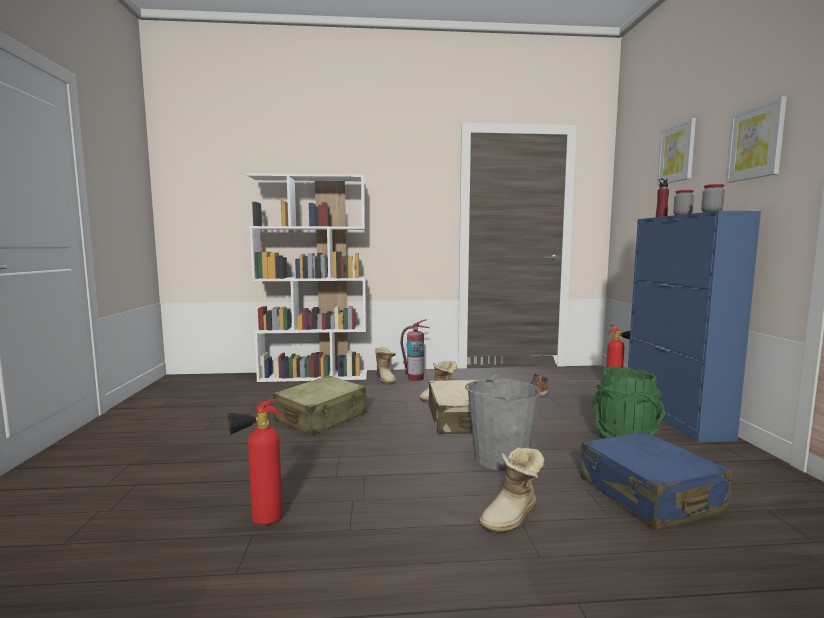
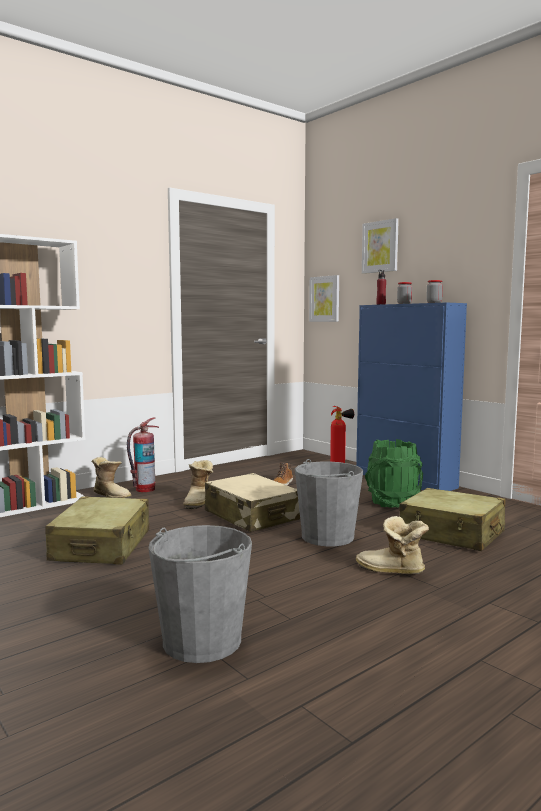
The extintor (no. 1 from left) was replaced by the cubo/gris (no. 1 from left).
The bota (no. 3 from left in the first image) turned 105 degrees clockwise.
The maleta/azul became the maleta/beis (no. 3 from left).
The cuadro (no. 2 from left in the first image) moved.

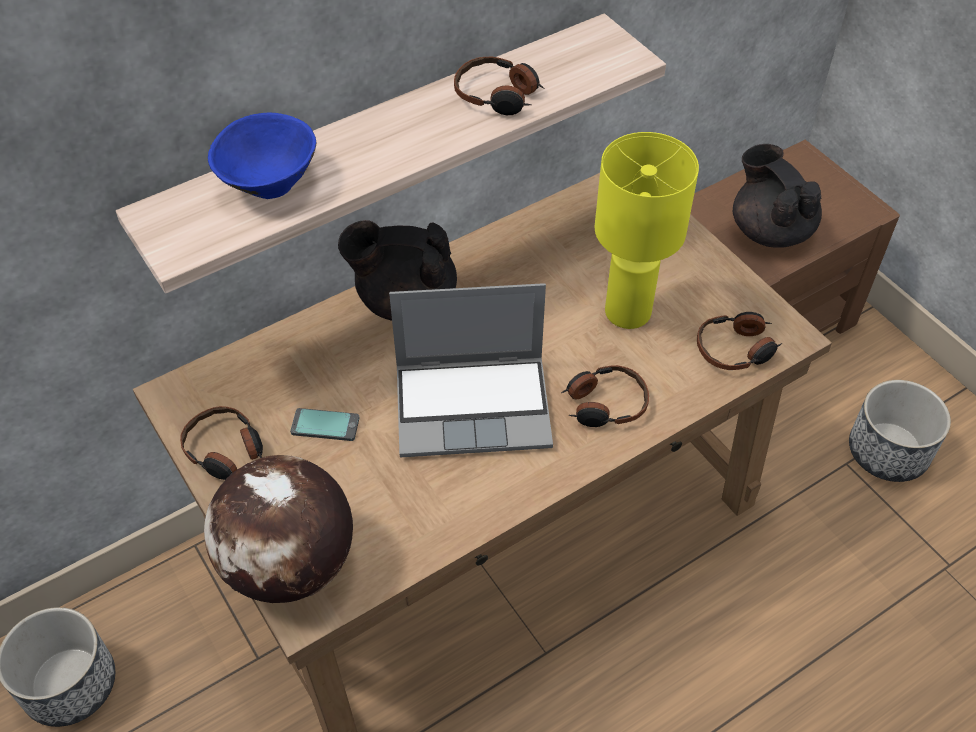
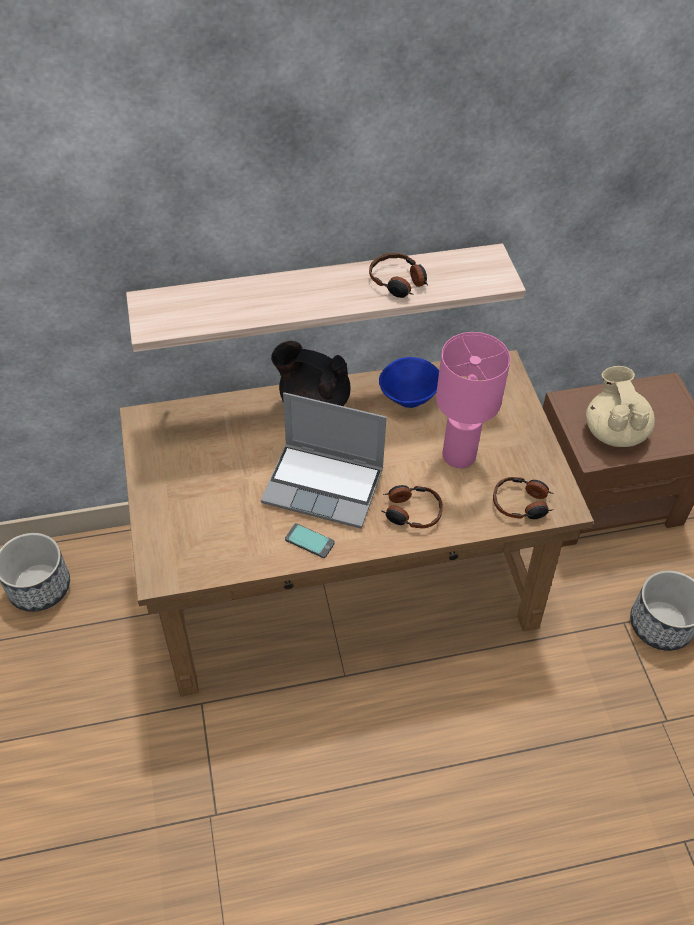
The auriculares (no. 1 from left) disappeared.
The globo terráqueo disappeared.
The cuenco/azul moved.
The móvil moved.
The lámpara de mesa/amarillo became the lámpara de mesa/rosa.
The tetera/negro (no. 2 from left) became the tetera/beis.

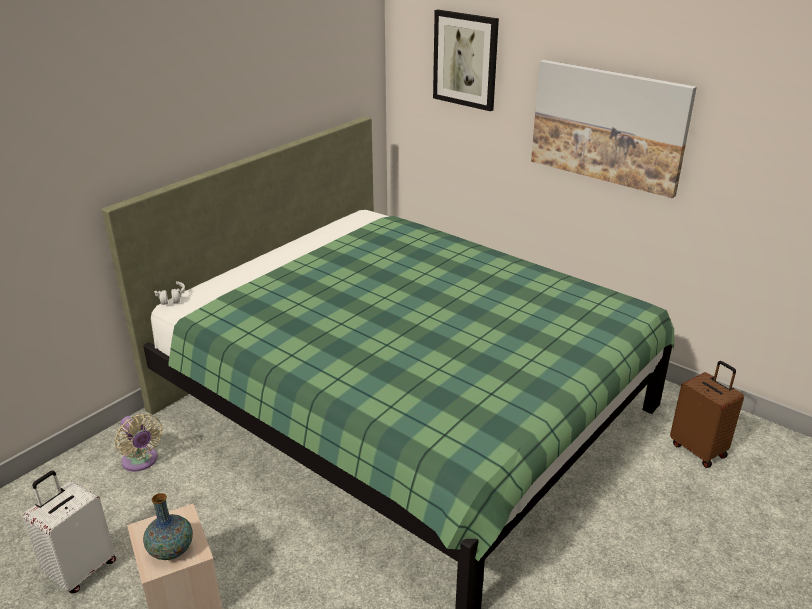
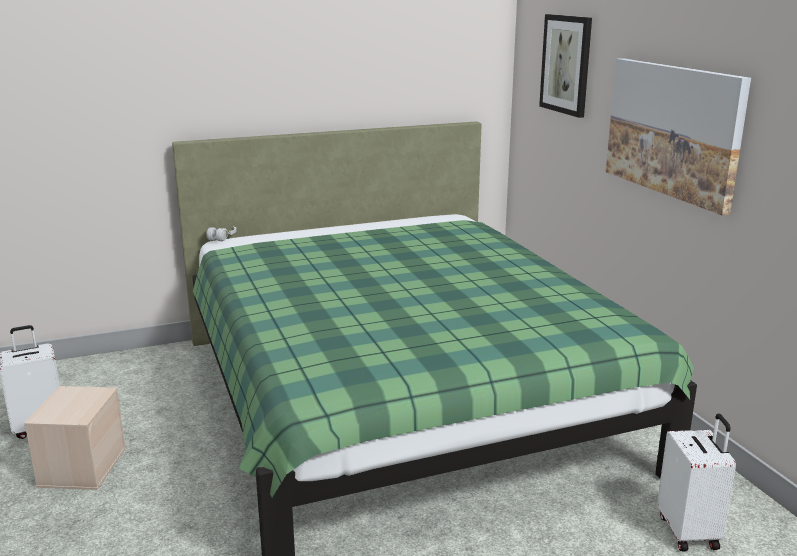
The ventilador/beis disappeared.
The florero disappeared.
The maleta/marrón became the maleta/blanco (no. 2 from left).

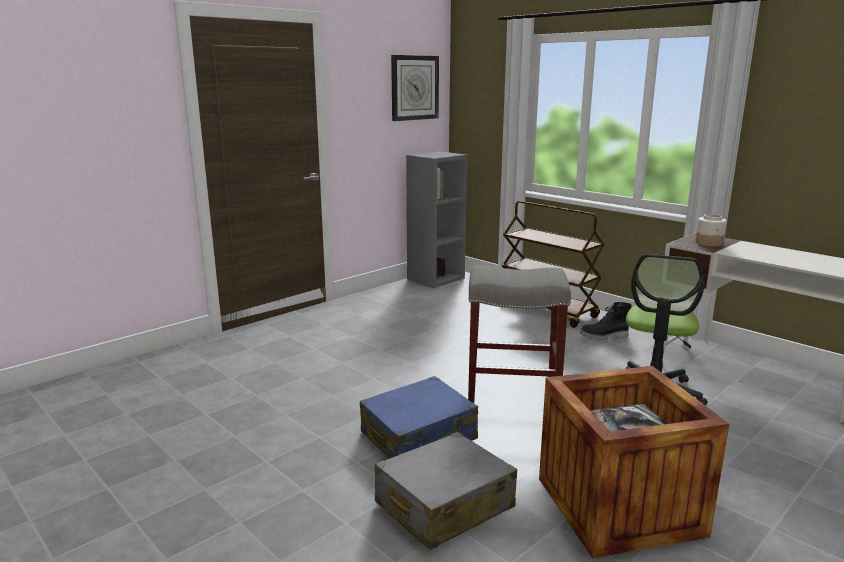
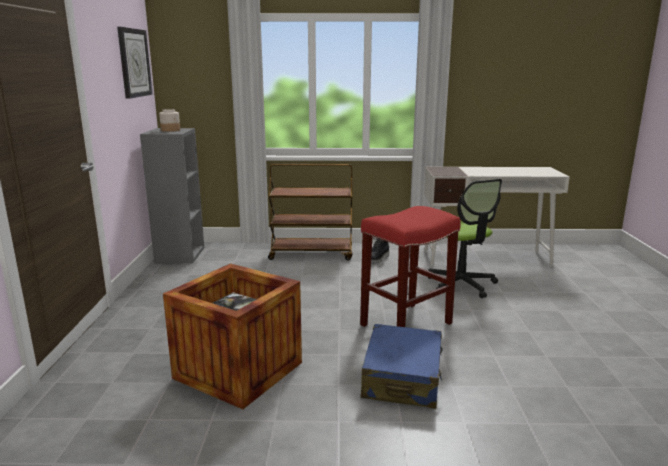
The maleta/gris disappeared.
The taburete/gris became the taburete/rojo.
The caja de embalaje moved.
The tarro moved.

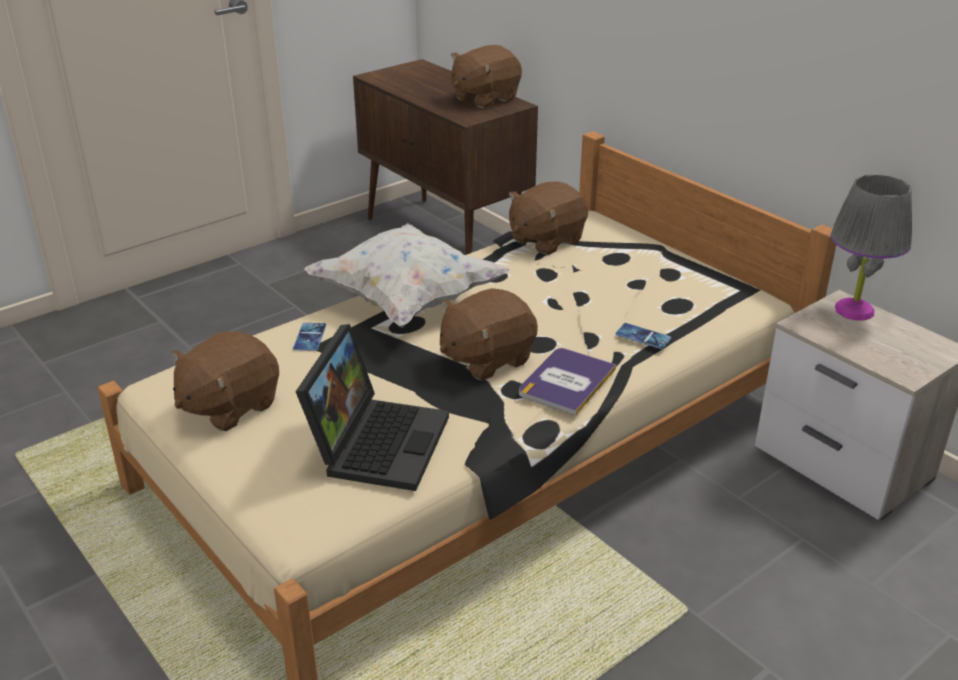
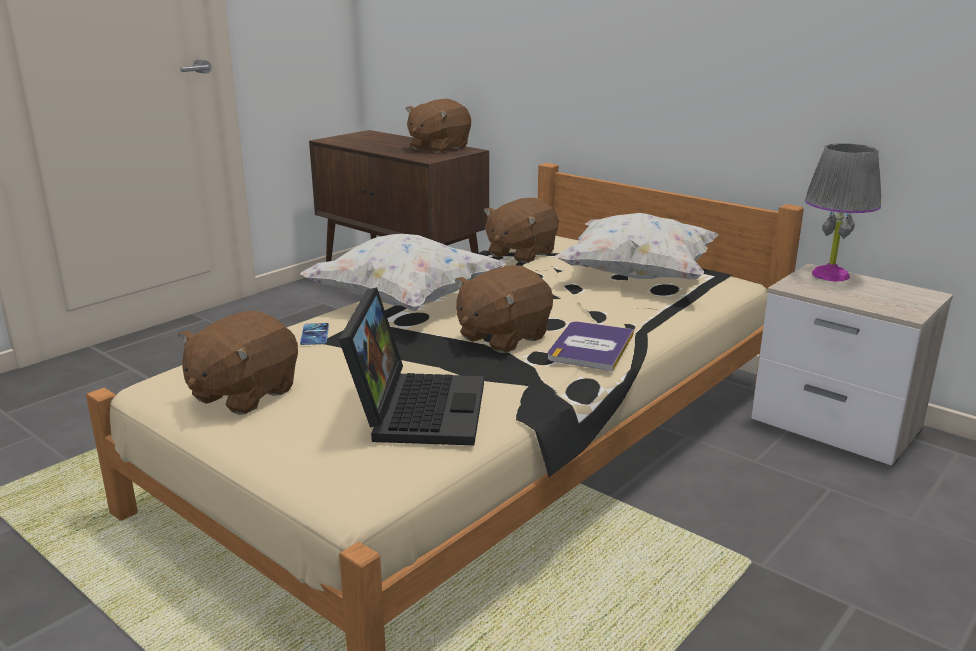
The móvil (no. 2 from left) disappeared.
The cojín/blanco (no. 2 from left) appeared.

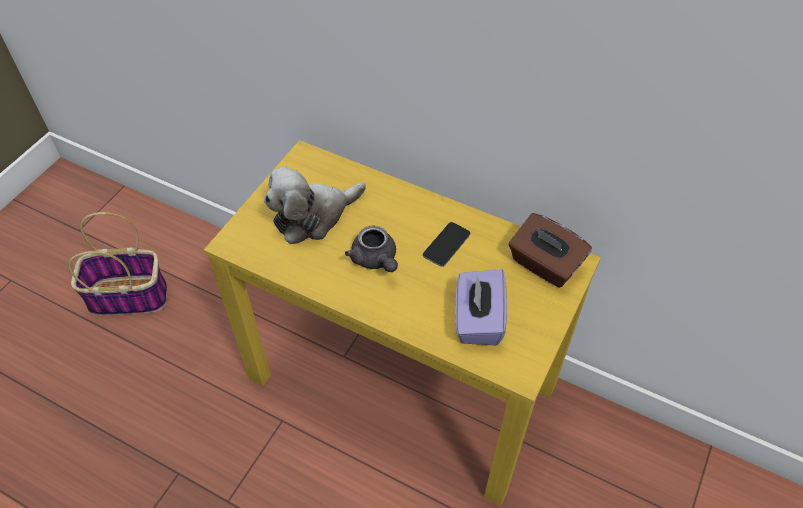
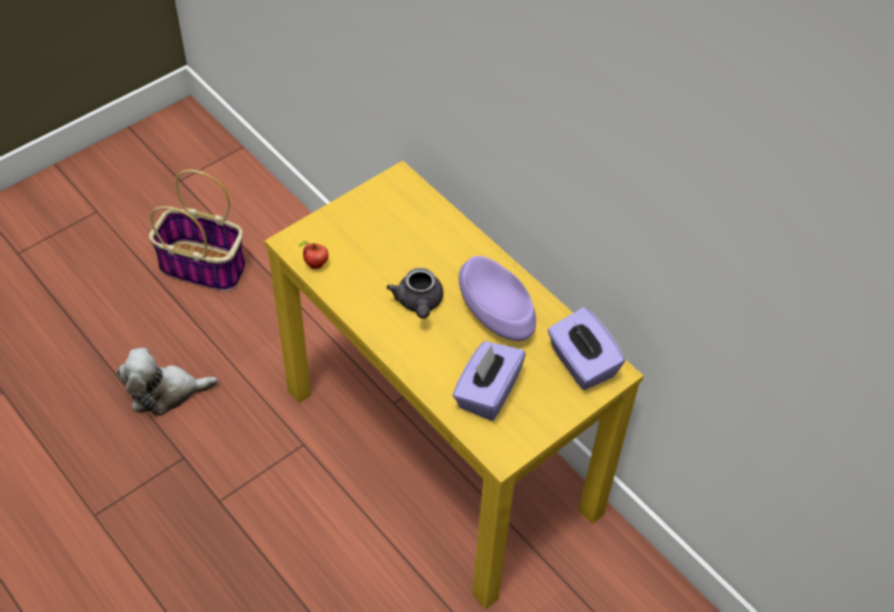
The peluche moved.
The móvil was replaced by the cuenco/morado.
The caja de pañuelos/marrón became the caja de pañuelos/morado (no. 2 from left).
The manzana appeared.

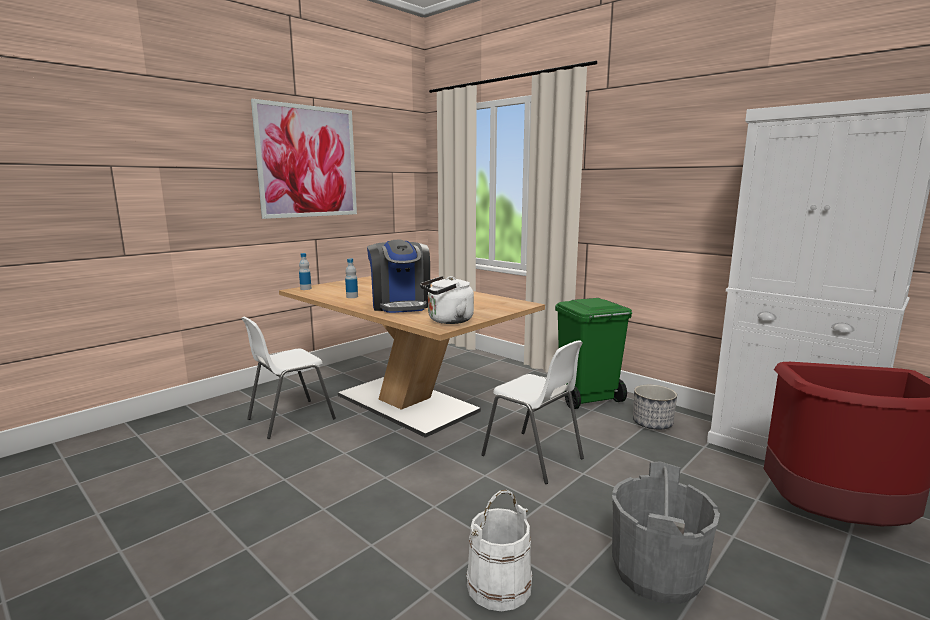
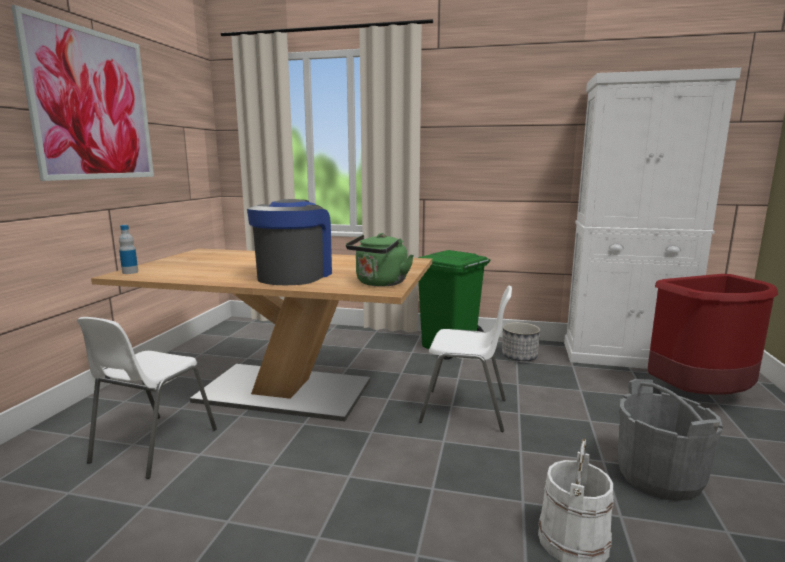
The botella (no. 2 from left) disappeared.
The cafetera turned 120 degrees counterclockwise.
The hervidor/blanco became the hervidor/verde.

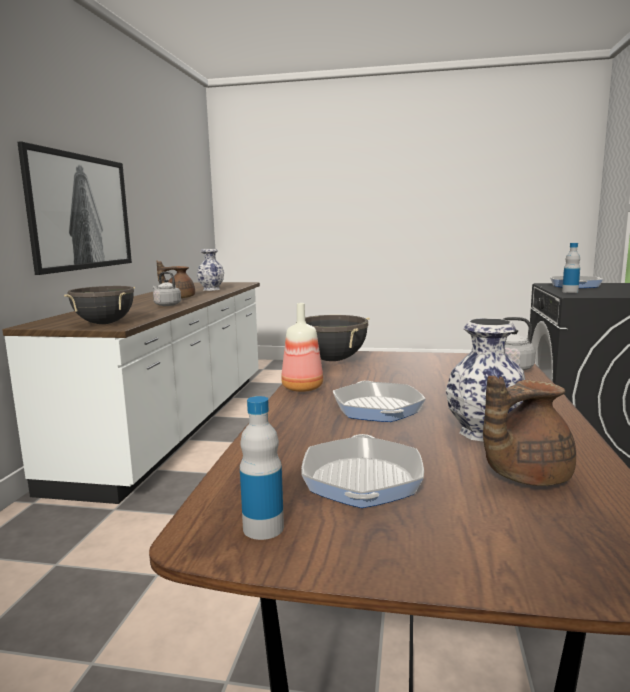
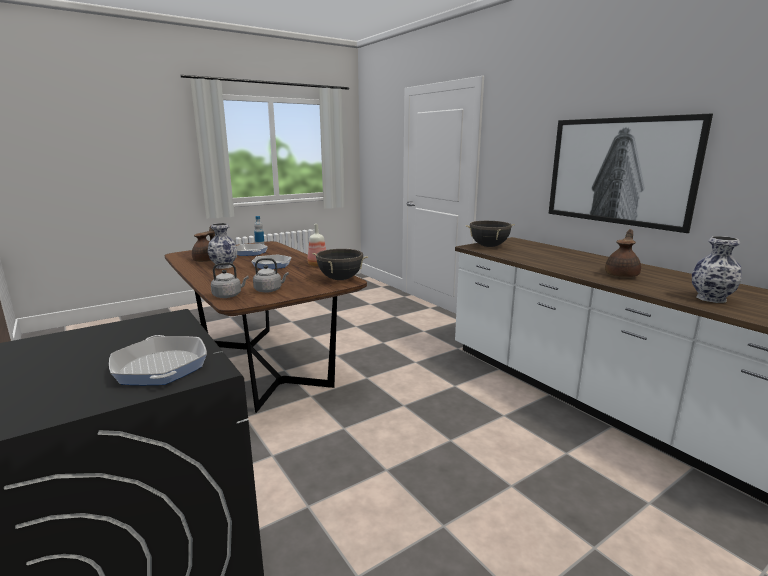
The hervidor/gris (no. 1 from left in the first image) moved.
The botella (no. 3 from left) disappeared.

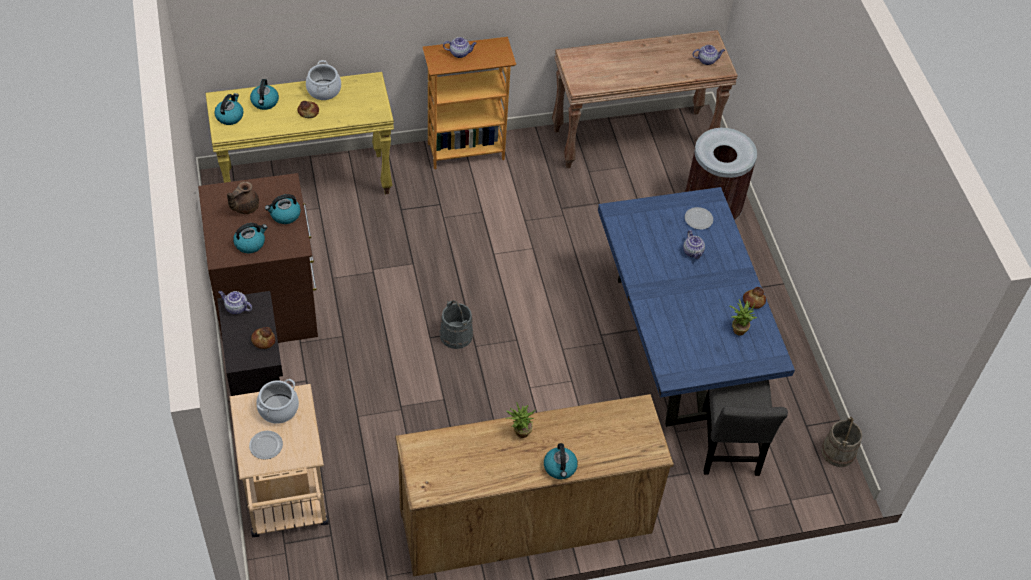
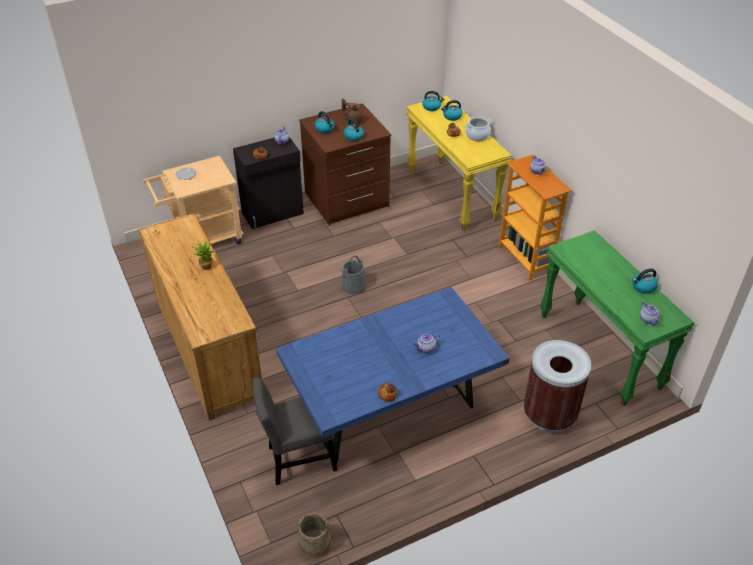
The olla (no. 1 from left) disappeared.
The hervidor (no. 5 from left) moved.
The mesa consola/marrón became the mesa consola/verde.
The plato (no. 2 from left) disappeared.
The planta en maceta (no. 2 from left) disappeared.

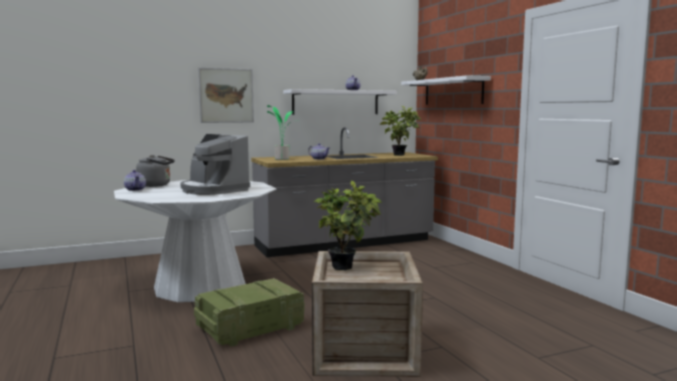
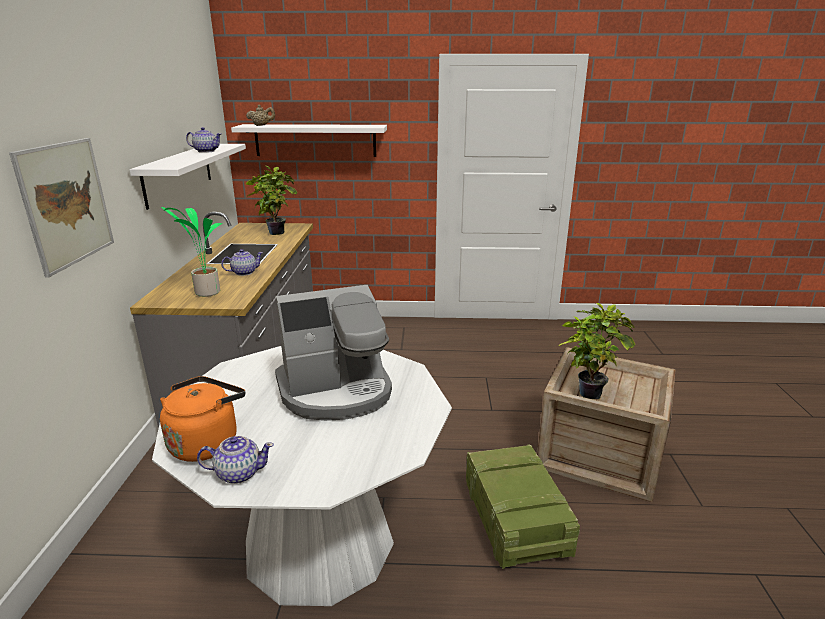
The hervidor/gris became the hervidor/naranja.

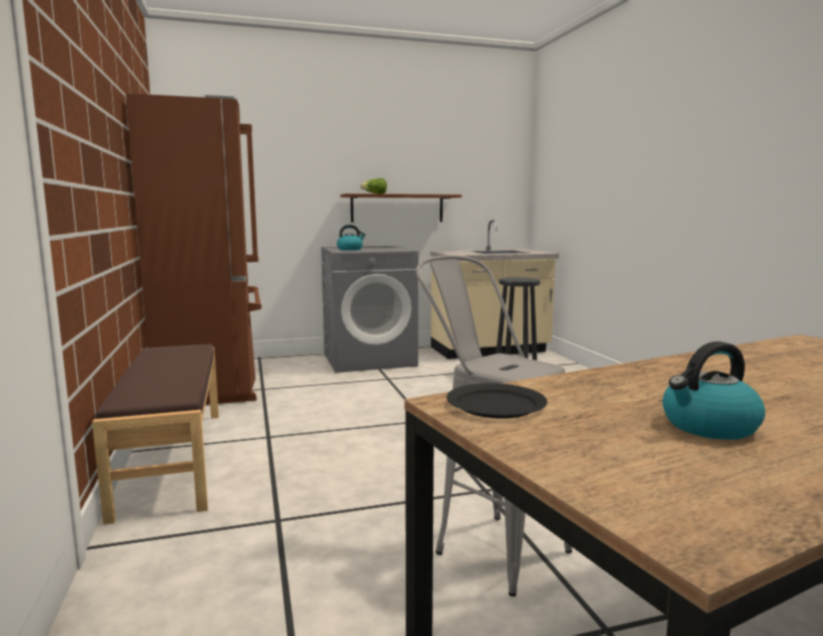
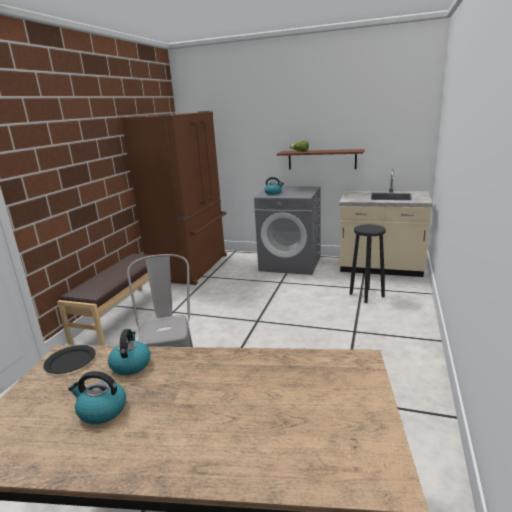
The hervidor (no. 2 from left) appeared.

